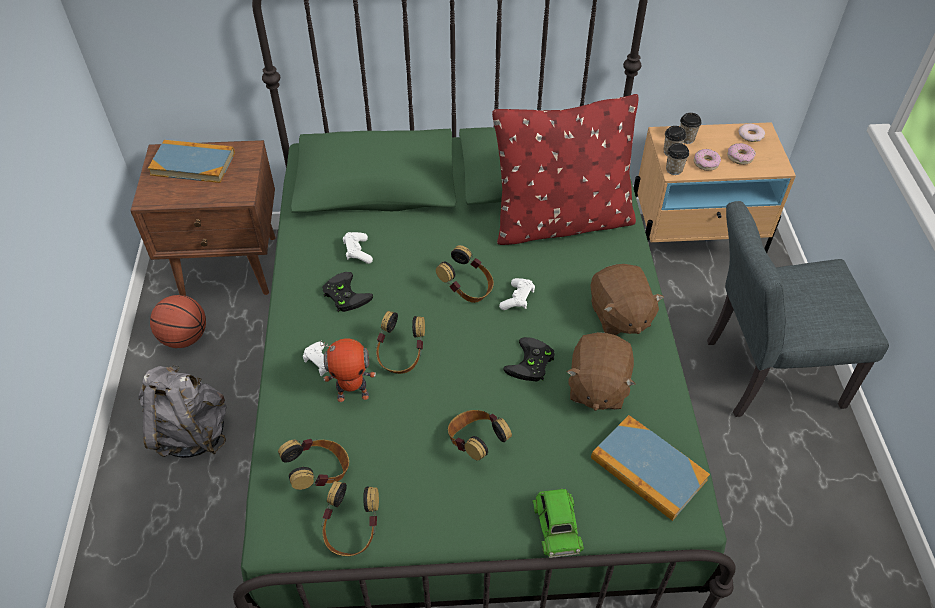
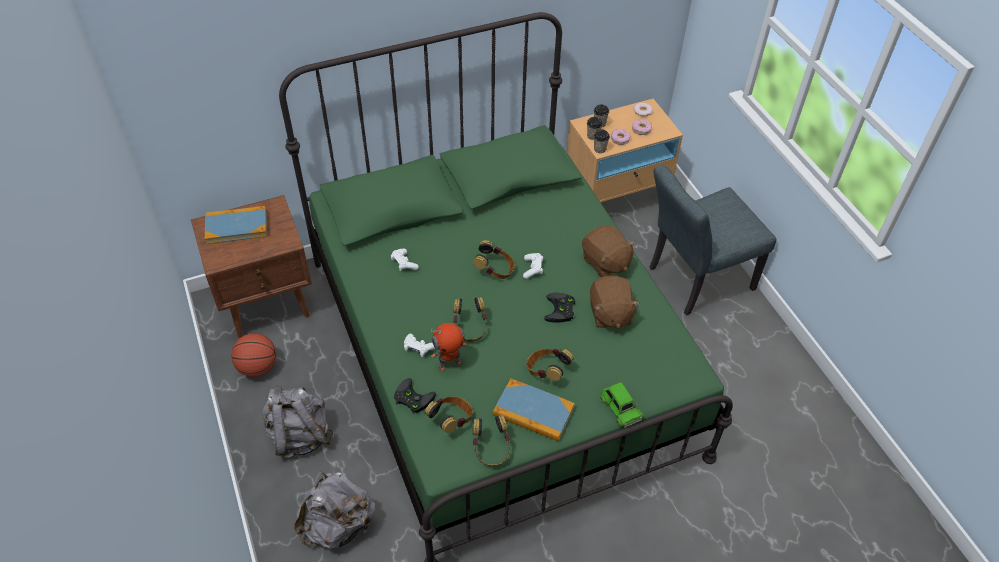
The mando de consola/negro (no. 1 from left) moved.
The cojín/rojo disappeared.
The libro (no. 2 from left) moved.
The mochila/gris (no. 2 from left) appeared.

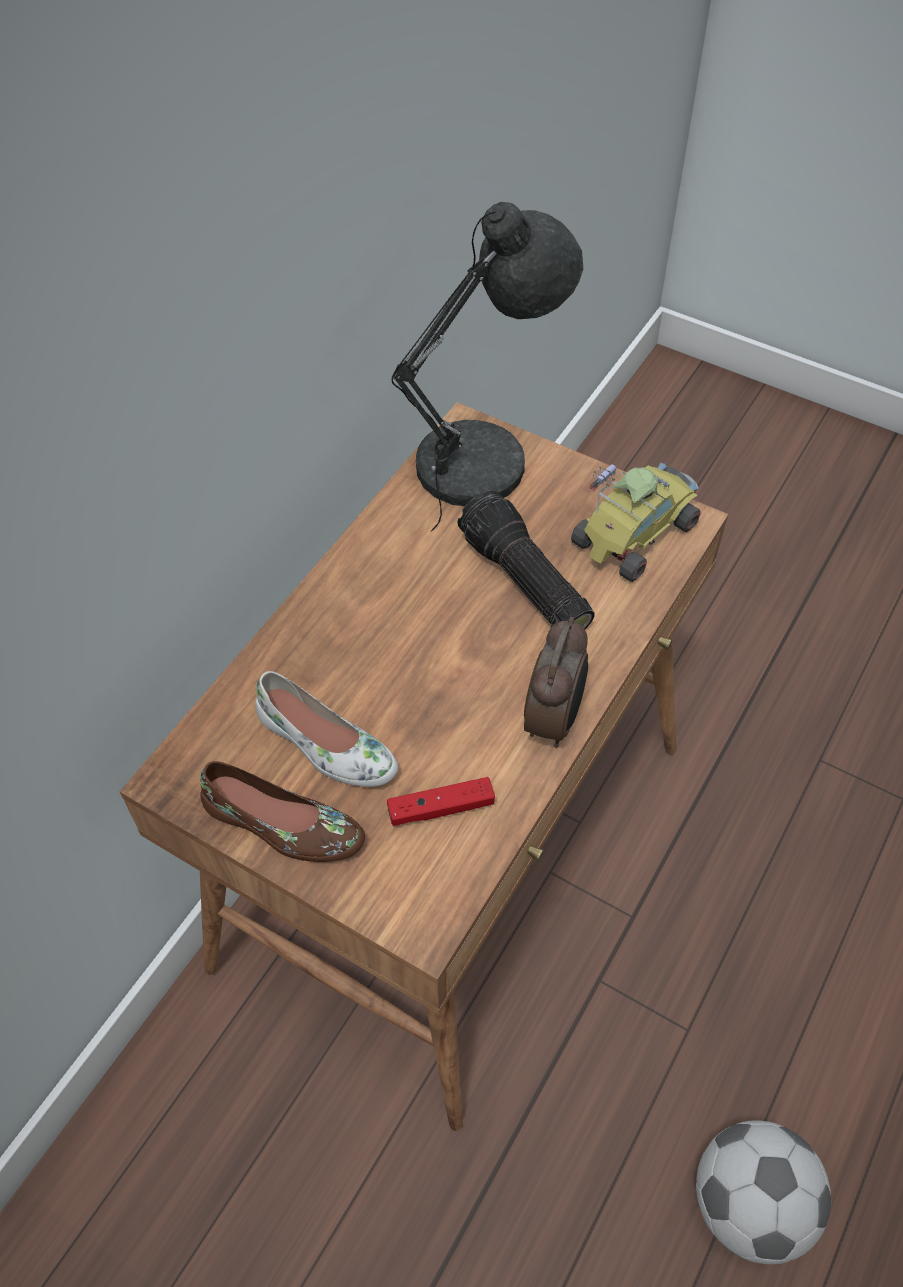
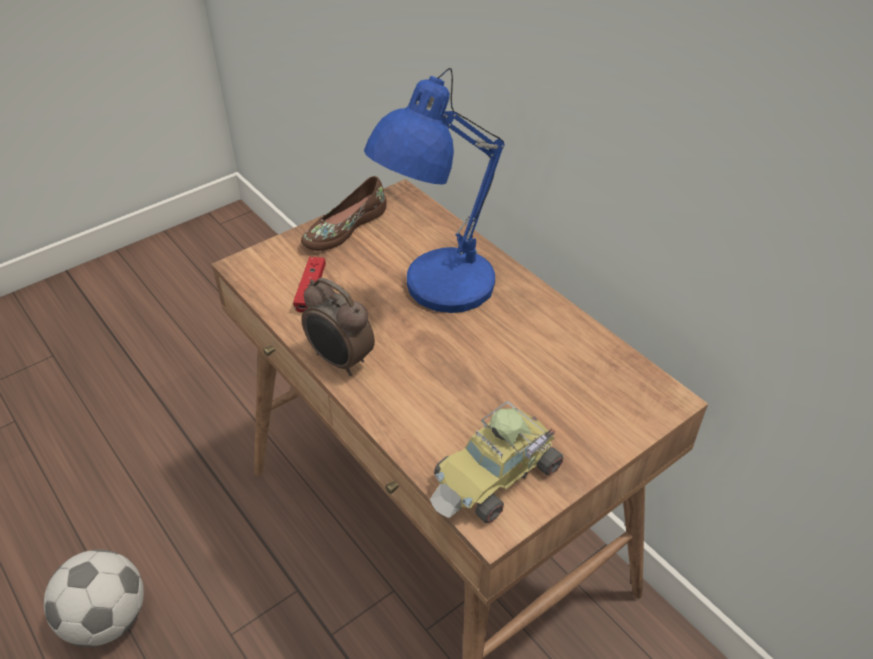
The zapato/blanco disappeared.
The lámpara de mesa/gris disappeared.
The linterna disappeared.
The coche de juguete turned 75 degrees clockwise.
The lámpara de mesa/azul appeared.

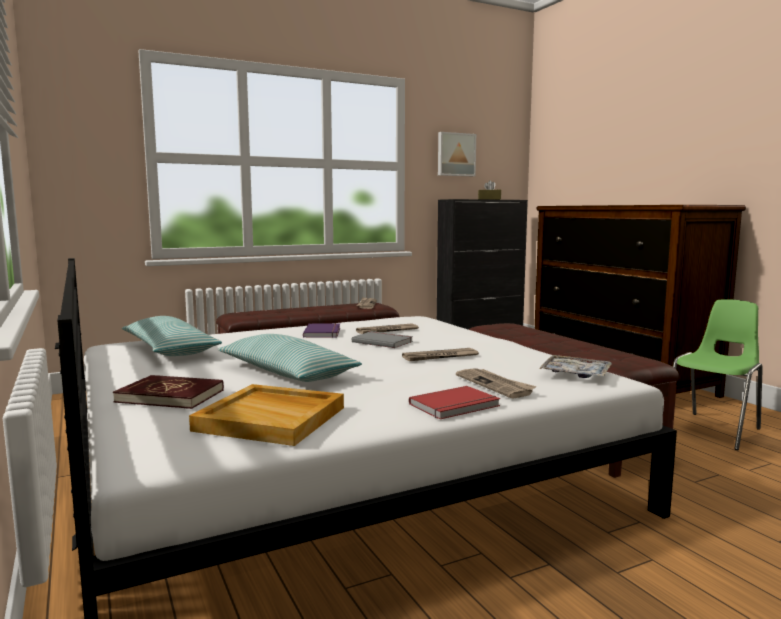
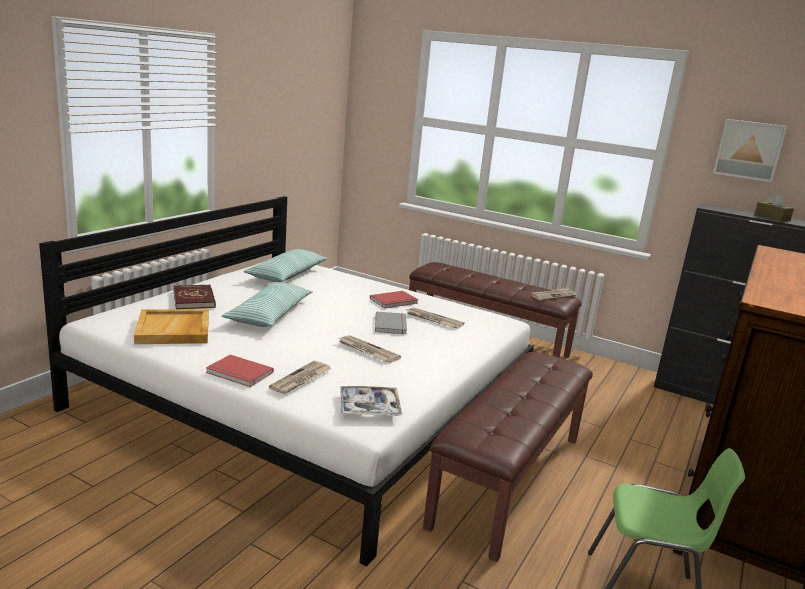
The libro/morado became the libro/rojo (no. 3 from left).

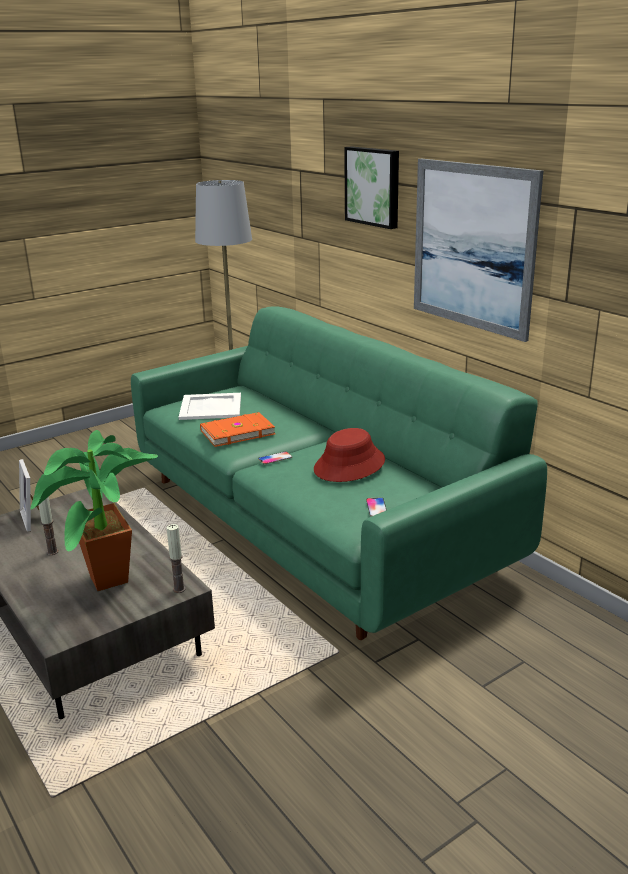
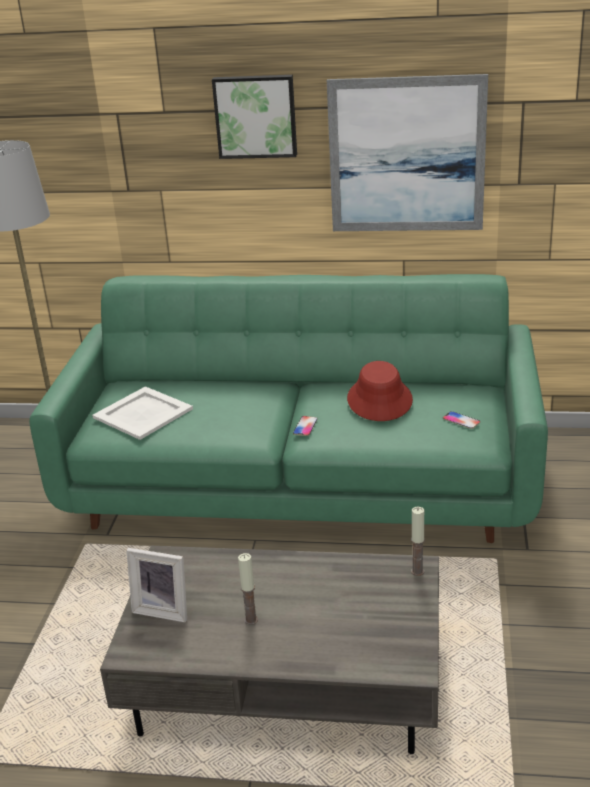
The planta en maceta disappeared.
The libro/naranja disappeared.

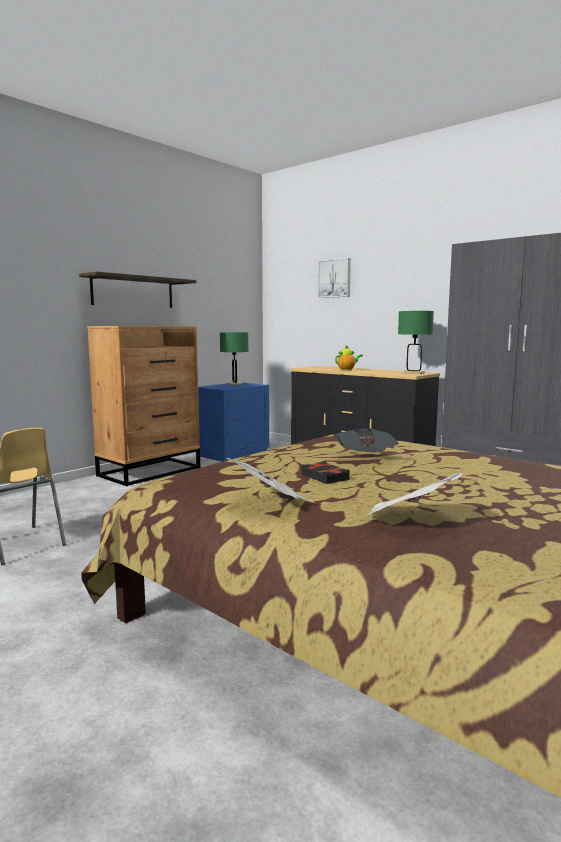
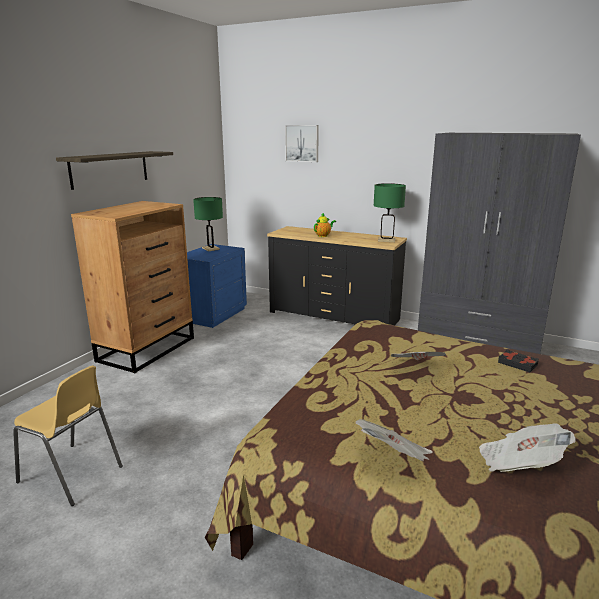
The libro/negro moved.

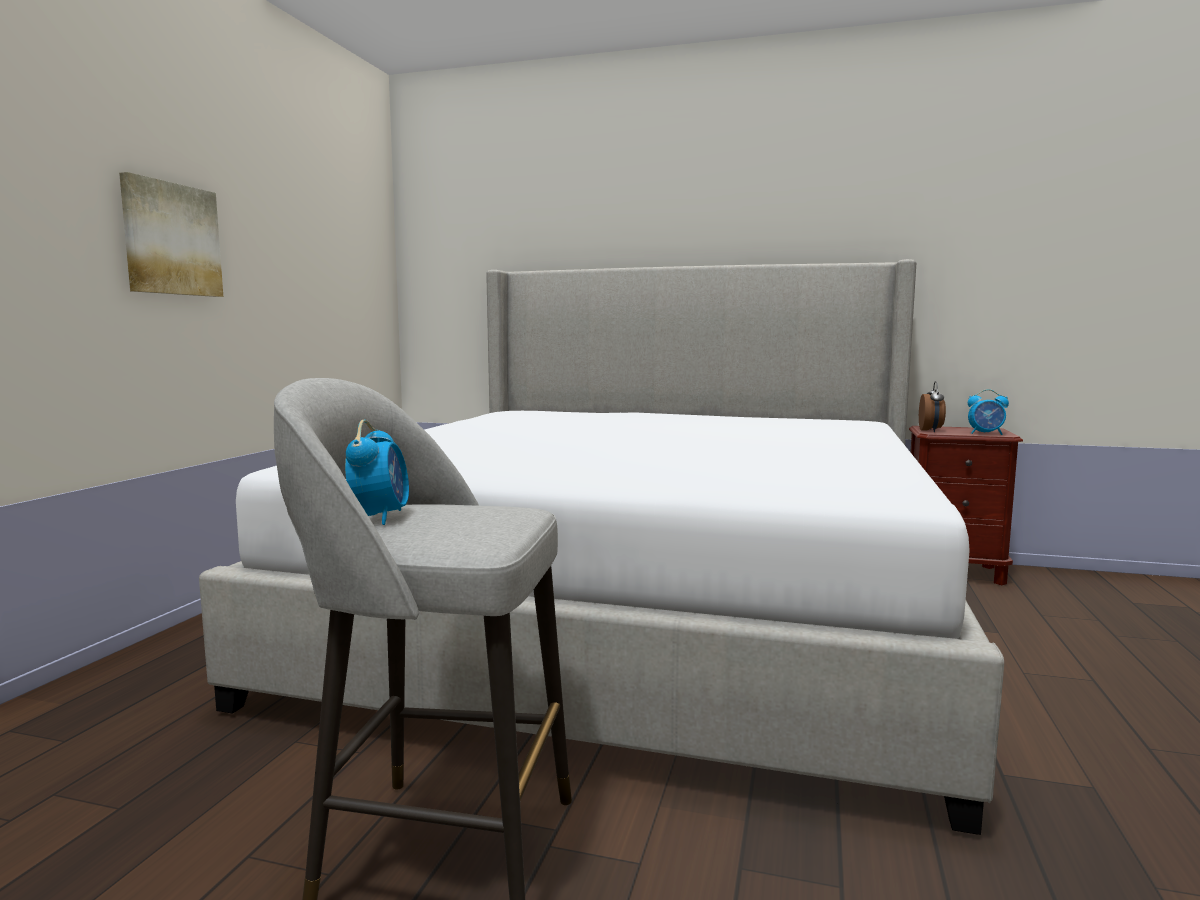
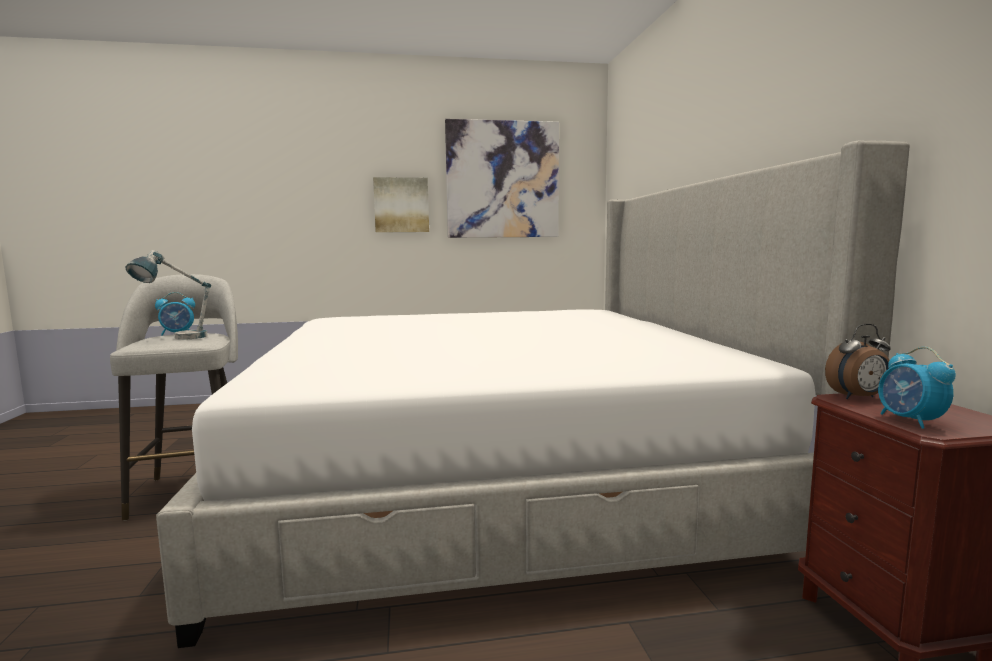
The lámpara de mesa appeared.
The cuadro (no. 2 from left) appeared.

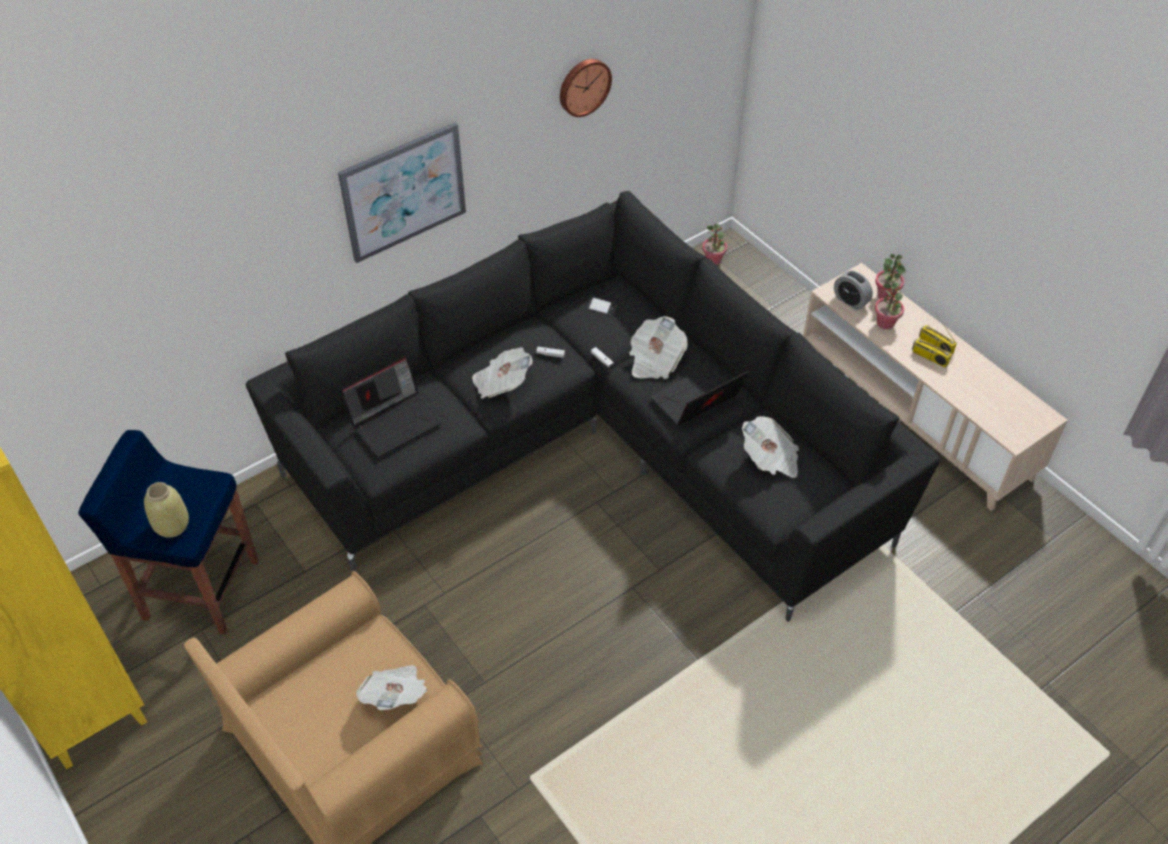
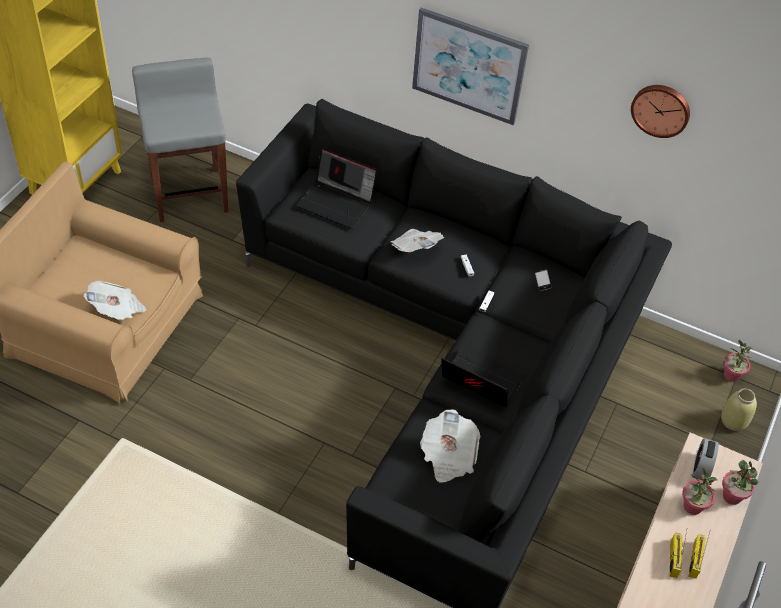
The taburete/azul became the taburete/gris.
The florero/beis moved.
The periódico (no. 3 from left) disappeared.

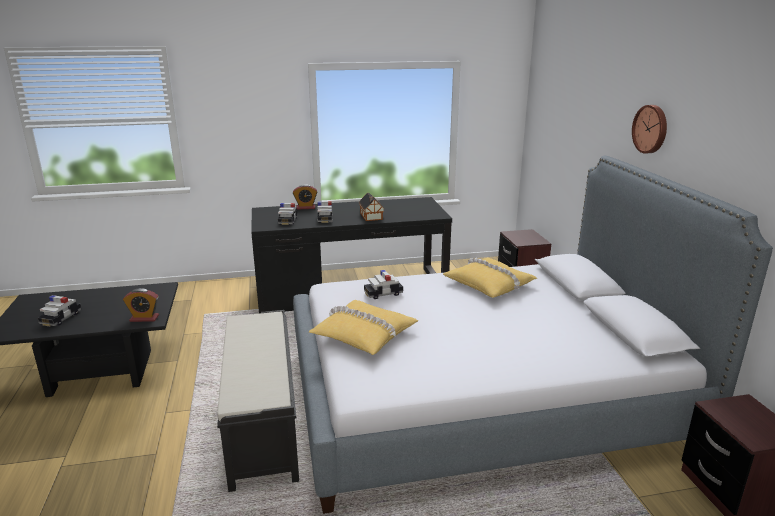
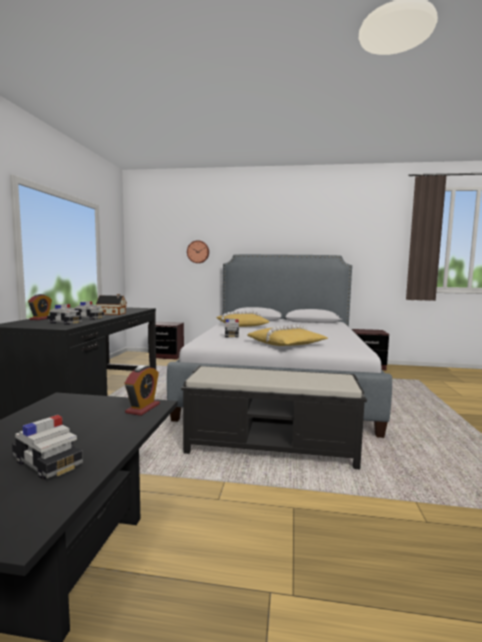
The reloj de pared moved.

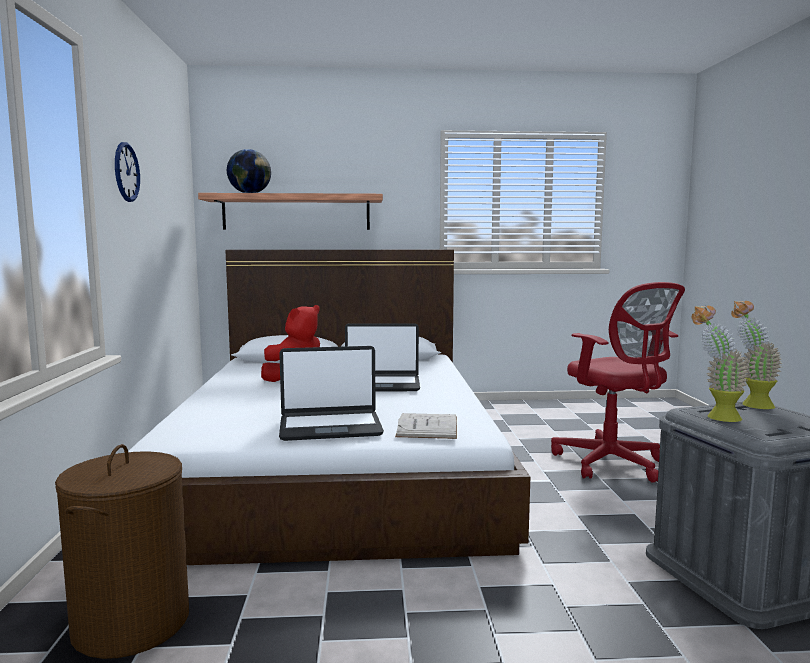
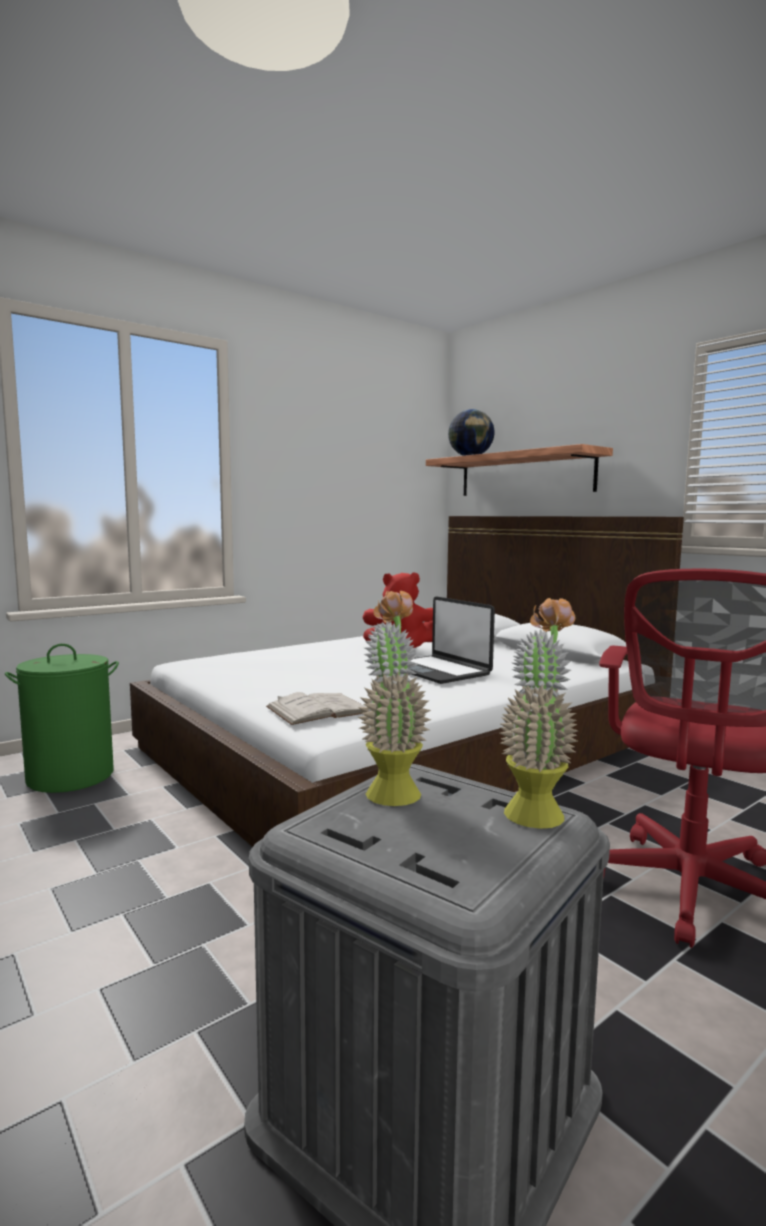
The cesto de la ropa/marrón became the cesto de la ropa/verde.
The reloj de pared disappeared.
The portátil (no. 1 from left) disappeared.

